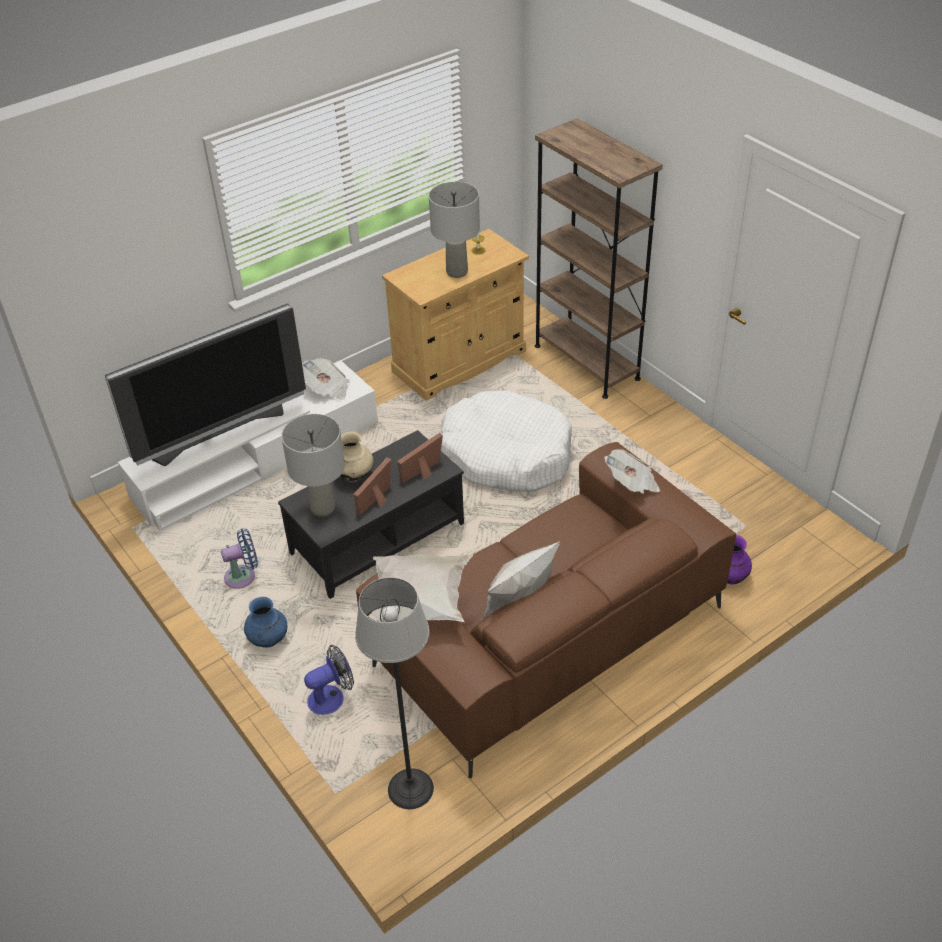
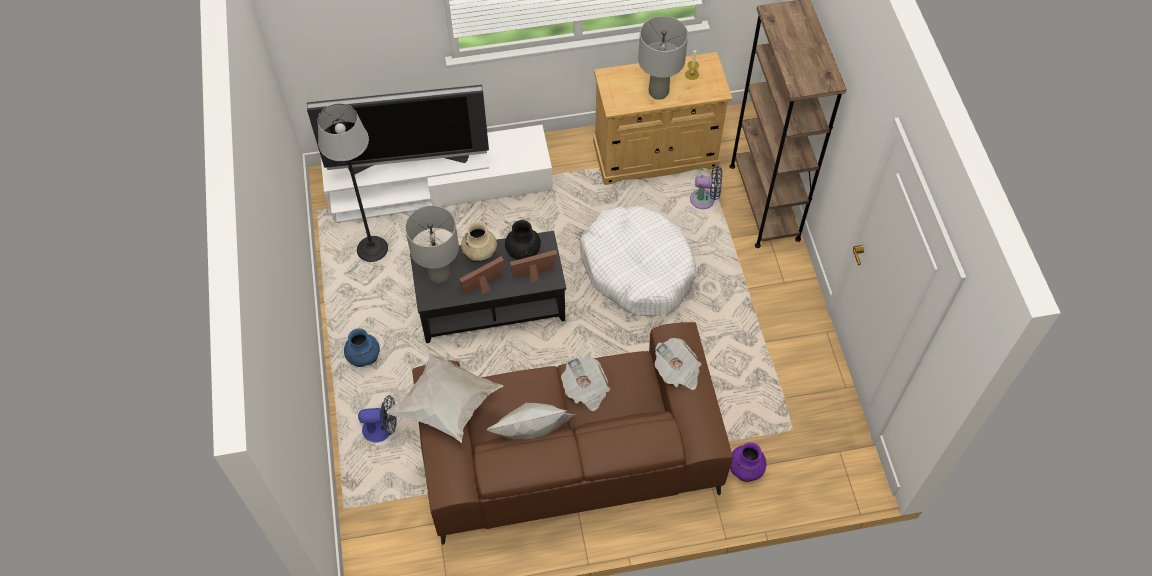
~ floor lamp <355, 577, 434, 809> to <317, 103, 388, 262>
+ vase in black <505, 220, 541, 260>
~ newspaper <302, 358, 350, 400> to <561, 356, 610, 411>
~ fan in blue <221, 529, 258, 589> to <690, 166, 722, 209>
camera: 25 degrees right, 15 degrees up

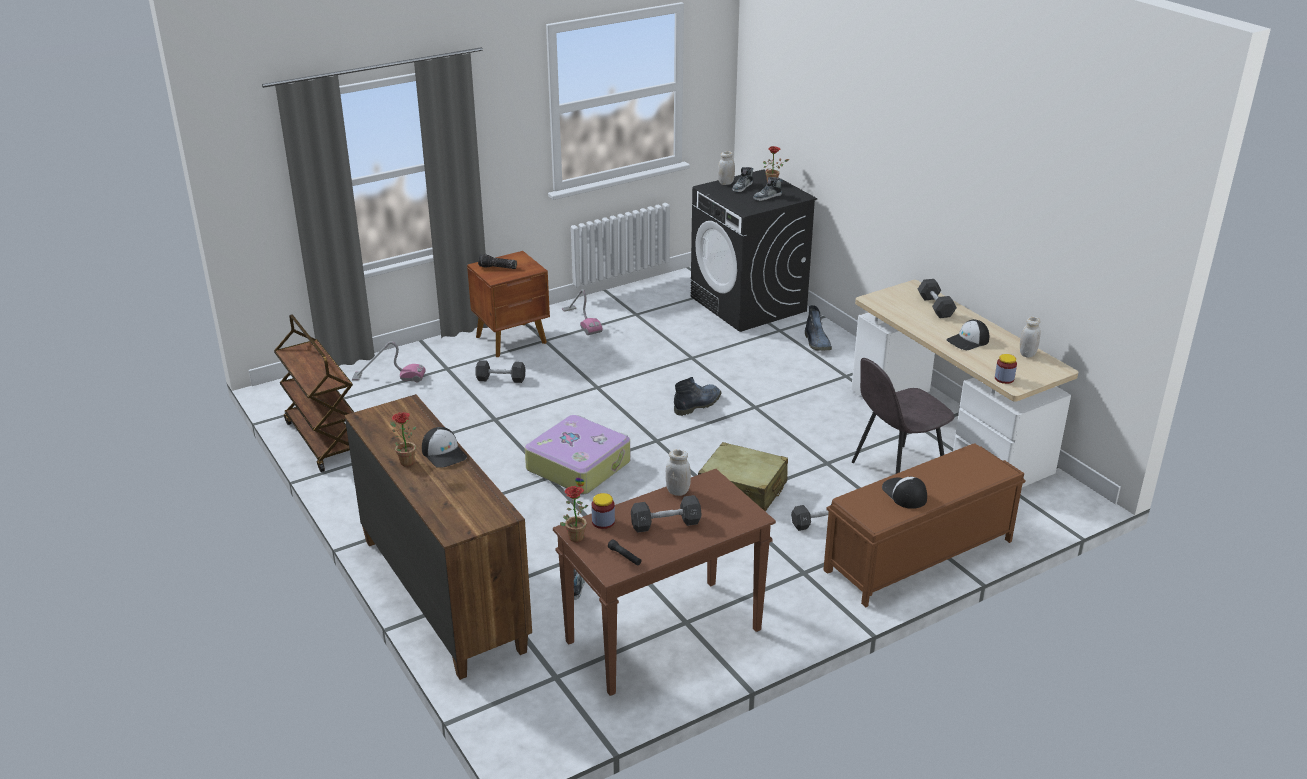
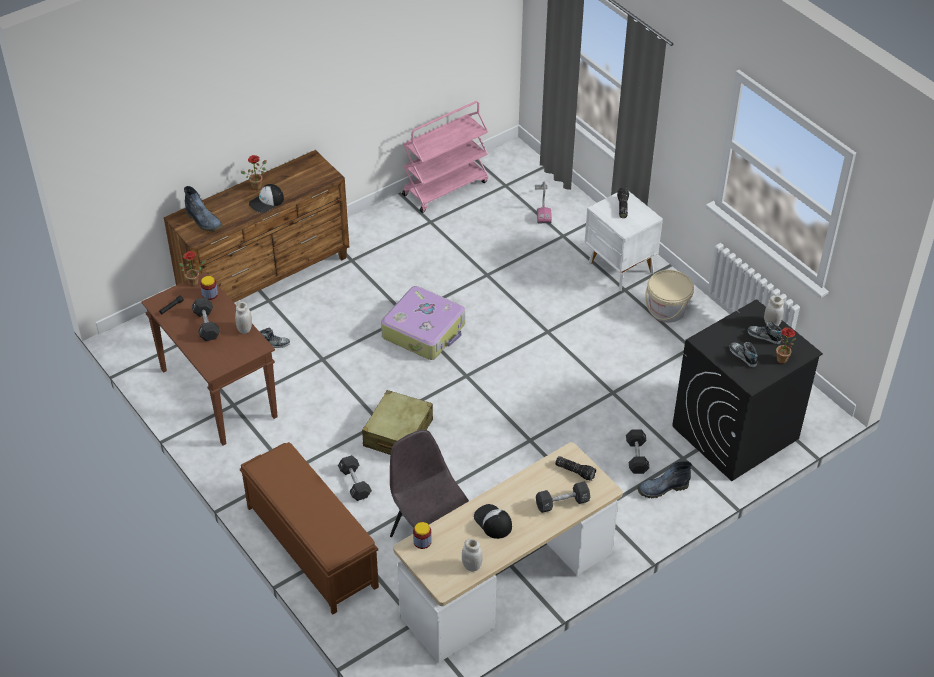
~ boot <674, 377, 722, 416> to <184, 186, 223, 232>
~ cart in brown <274, 314, 354, 472> to cart in pink <402, 101, 489, 213>
+ flashlight <555, 456, 596, 481>
~ nightstand in brown <467, 251, 550, 357> to nightstand in white <585, 191, 663, 291>
~ dumbbell in black <475, 360, 525, 383> to <626, 429, 650, 474>
~ vacuum cleaner <562, 289, 602, 335> to bucket in beige <645, 270, 694, 323>
- cap <882, 477, 927, 509>
camera: 85 degrees right, 15 degrees up

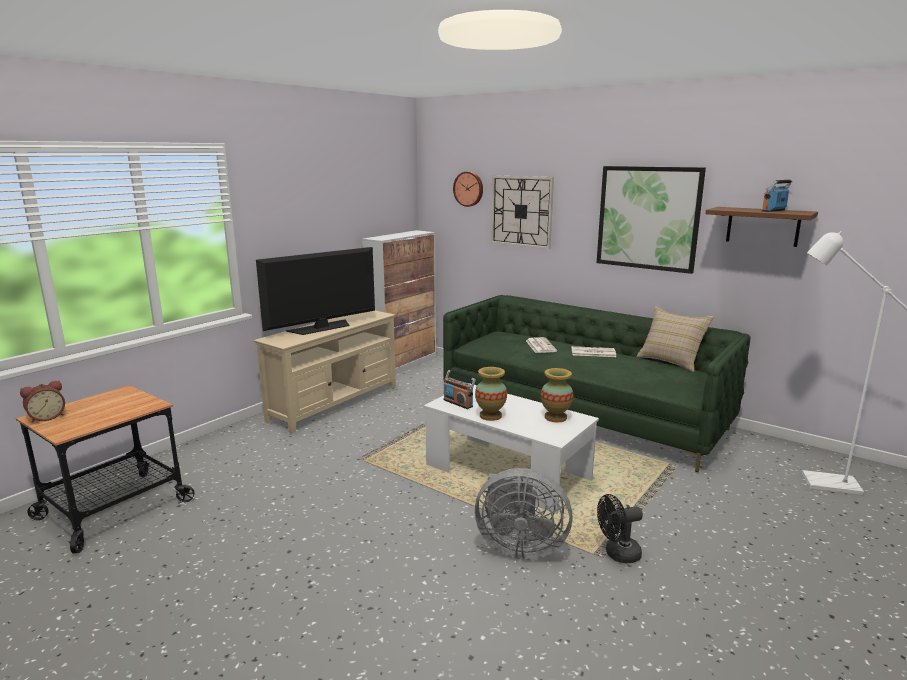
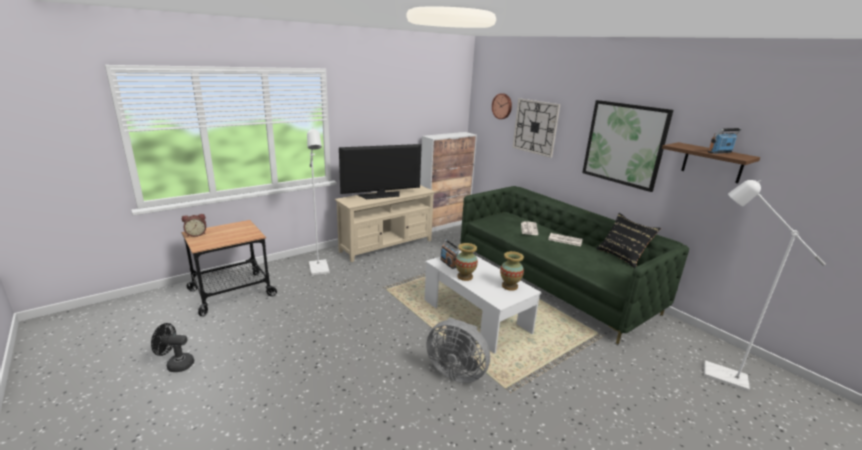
~ fan in black <597, 494, 643, 563> to <151, 323, 194, 372>
+ floor lamp in white <307, 127, 330, 275>
~ pillow in beige <636, 306, 714, 372> to pillow in black <596, 213, 661, 268>
camera: 15 degrees right, 5 degrees up

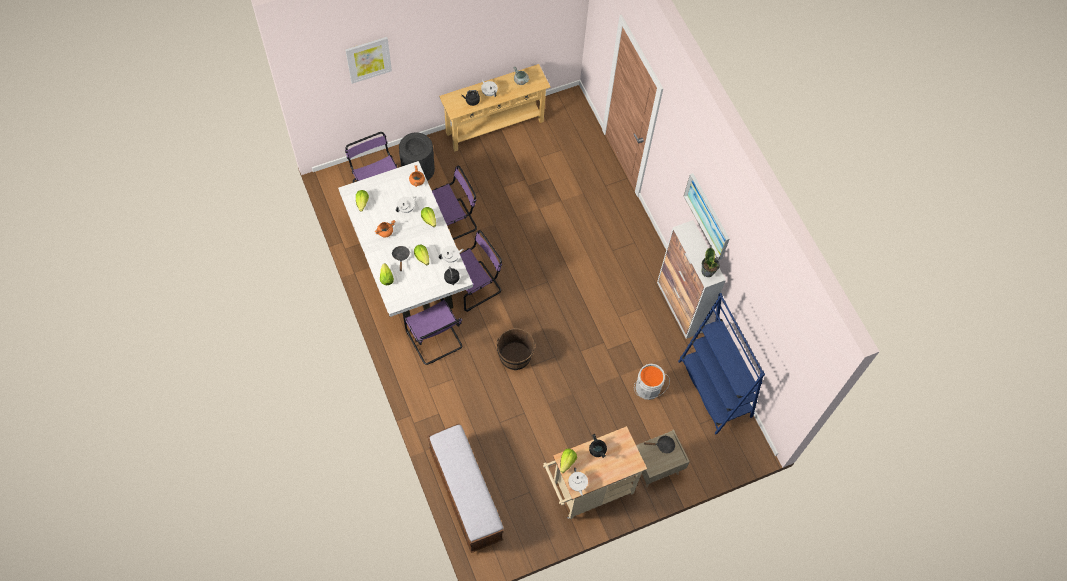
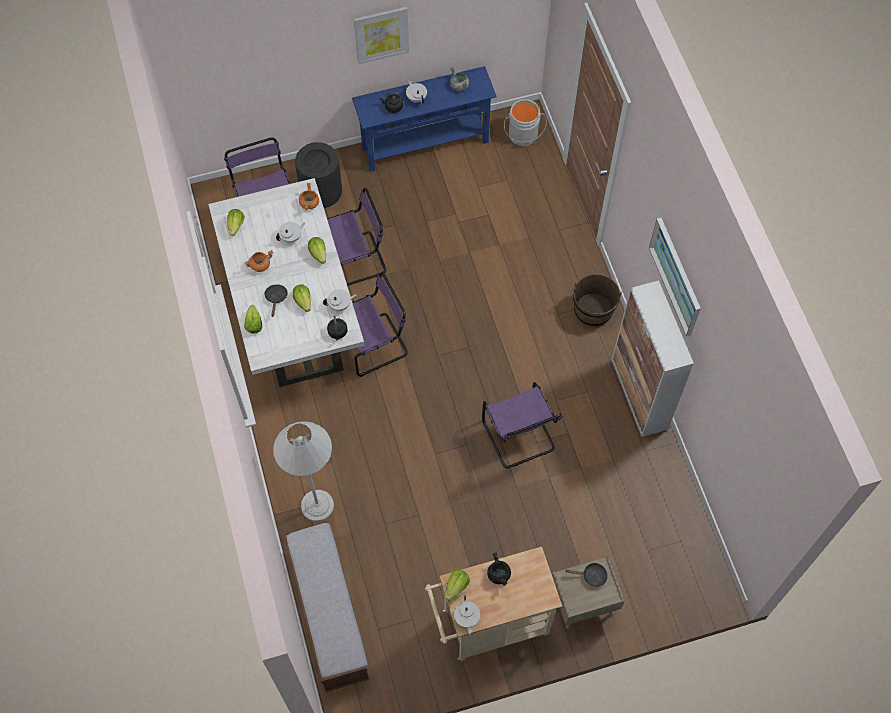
+ floor lamp in white <273, 421, 334, 521>
~ console table in beige <439, 64, 551, 151> to console table in blue <352, 66, 497, 172>
~ picture <345, 37, 392, 84> to <354, 7, 409, 64>
~ chair in purple <403, 298, 462, 365> to <482, 382, 563, 469>
~ bucket in grey <634, 364, 670, 400> to <504, 99, 547, 146>
~ bucket in brown <497, 328, 535, 370> to <573, 274, 622, 327>
- bookcase in blue <678, 293, 765, 434>
- potted plant <702, 247, 720, 277>
camera: 10 degrees right, 0 degrees up

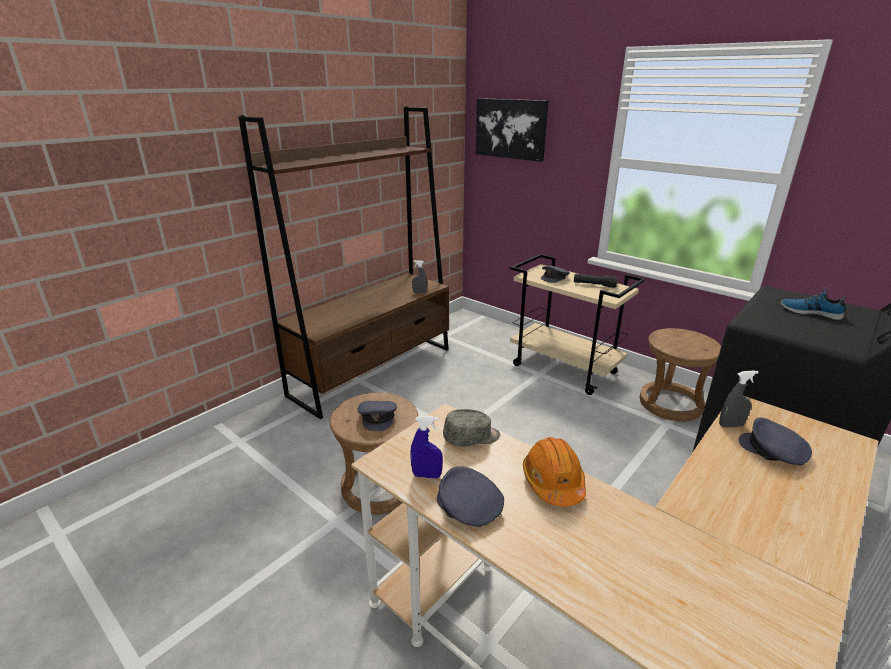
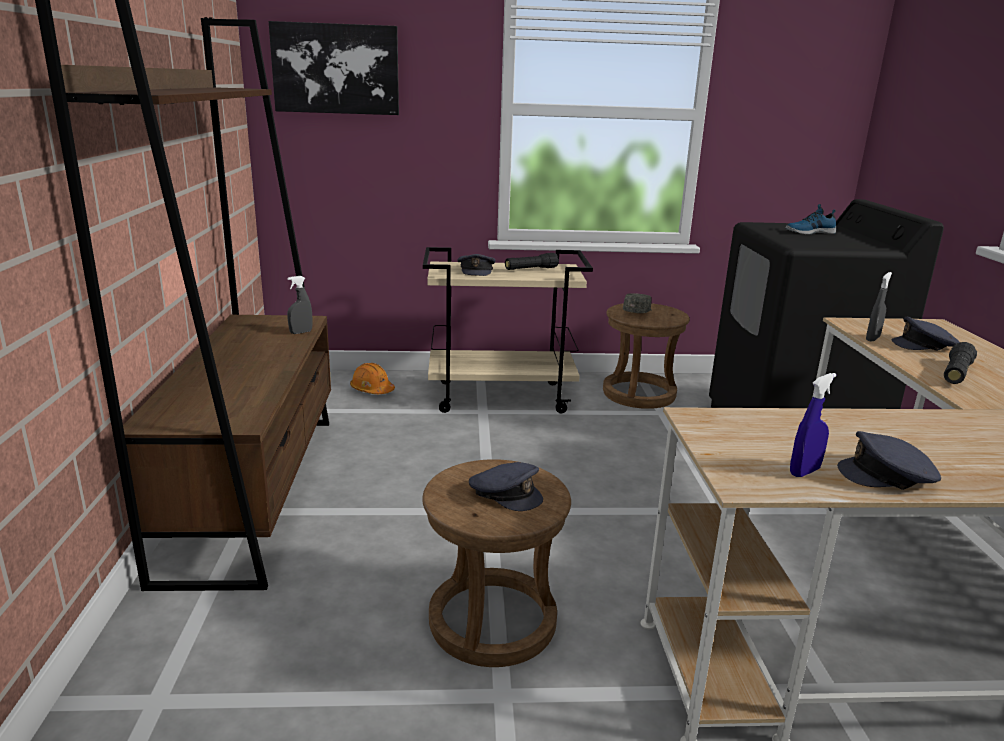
~ hard hat in orange <523, 437, 586, 507> to <350, 363, 395, 394>
~ cap in grey <443, 409, 500, 447> to <623, 293, 652, 313>
+ flashlight in black <944, 342, 977, 384>
camera: 45 degrees left, 5 degrees down

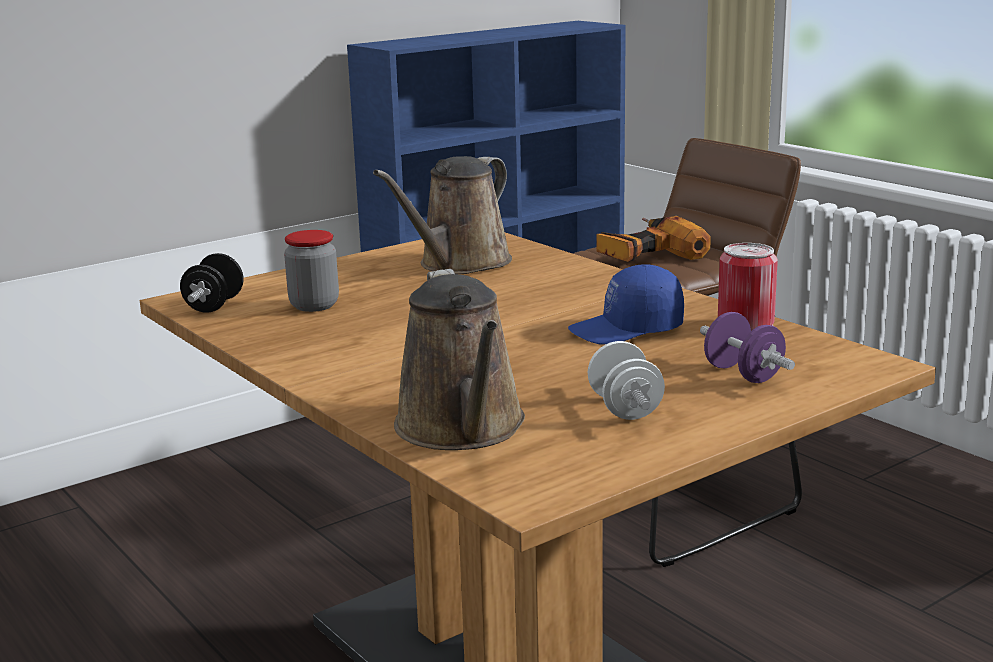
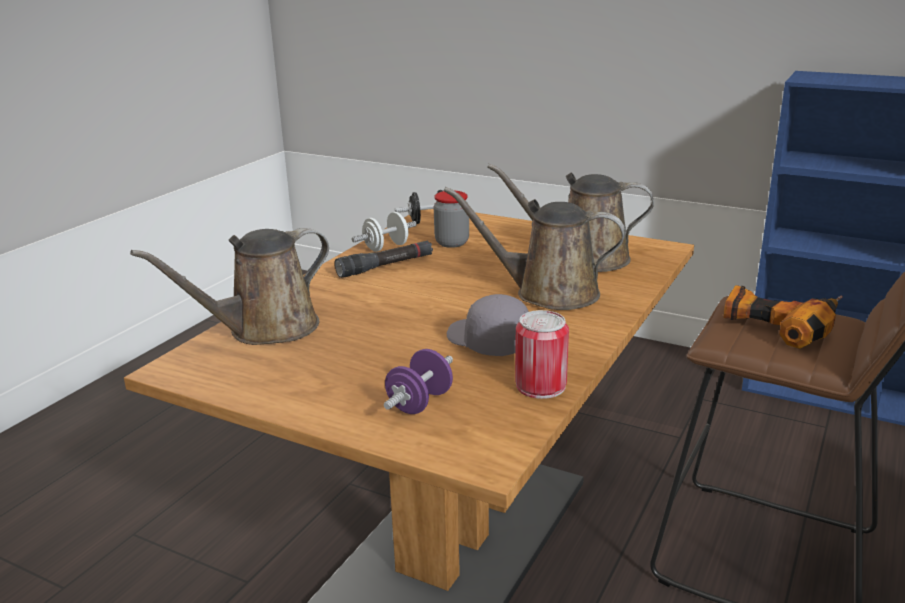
+ flashlight in black <335, 240, 433, 278>
~ dumbbell in white <588, 341, 665, 420> to <352, 212, 417, 252>
+ watering can in brown <444, 187, 625, 310>
~ cap in blue <568, 264, 684, 345> to cap in grey <447, 294, 529, 356>
camera: 65 degrees right, 5 degrees up

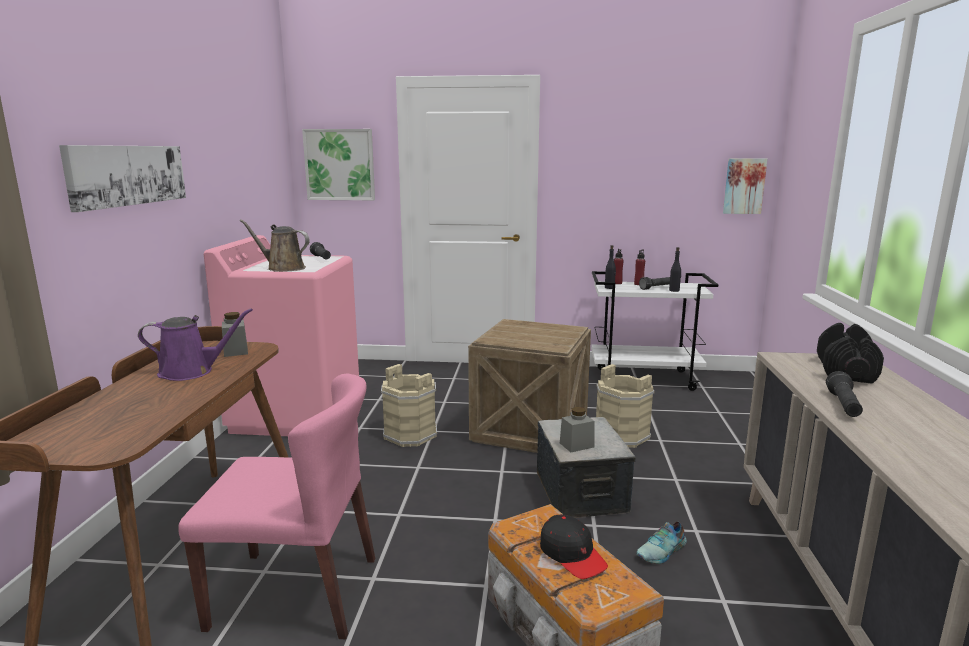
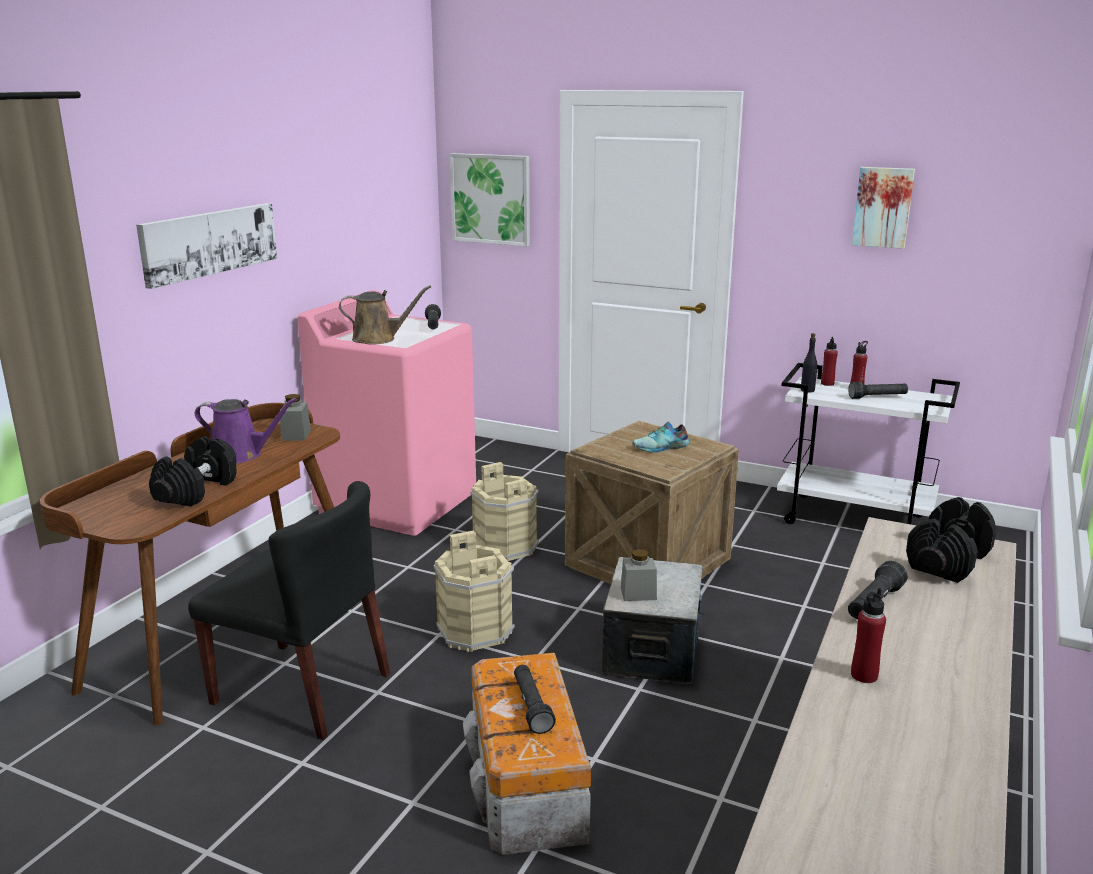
+ dumbbell in black <149, 436, 237, 507>
~ chair in pink <178, 373, 375, 639> to chair in black <188, 481, 390, 740>
~ watering can in brown <240, 220, 310, 272> = <339, 285, 431, 344> 135 degrees clockwise
~ bucket in beige <596, 364, 655, 448> to <434, 530, 515, 652>
~ cap in black <540, 514, 608, 579> to flashlight in black <514, 665, 556, 734>
~ shoe <637, 522, 687, 564> to <632, 421, 689, 453>
+ bottle in red <851, 588, 886, 683>
~ picture <723, 158, 767, 214> to <852, 167, 915, 249>
- bottle in black <669, 247, 681, 292>
camera: 20 degrees right, 5 degrees up

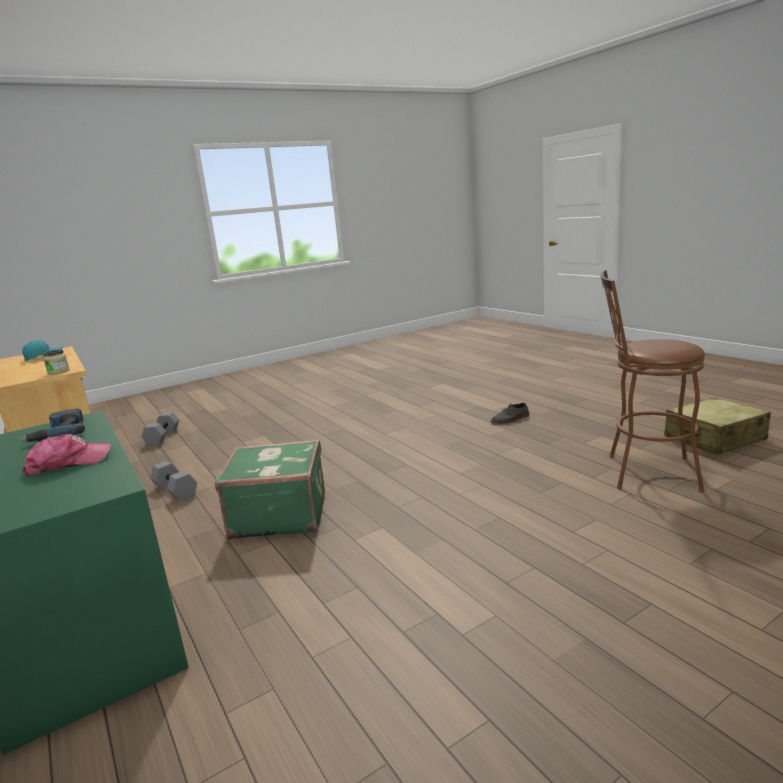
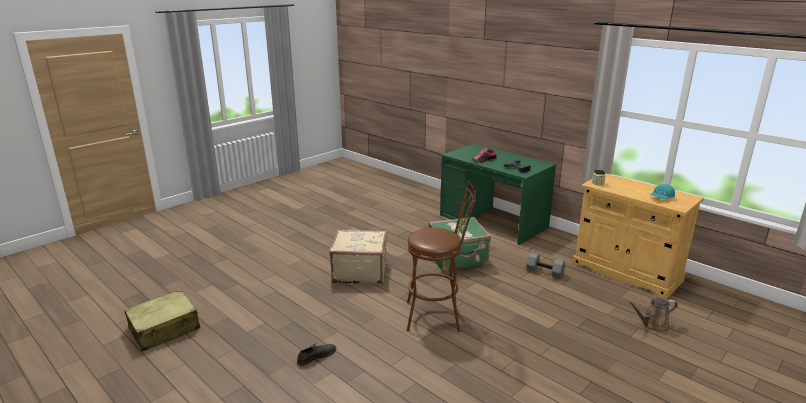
+ suitcase in beige <329, 230, 387, 284>
~ stool in brown <601, 270, 705, 492> to <406, 181, 477, 332>
~ dumbbell in grey <141, 412, 179, 446> to watering can in brown <627, 298, 678, 332>
camera: 165 degrees right, 5 degrees up

